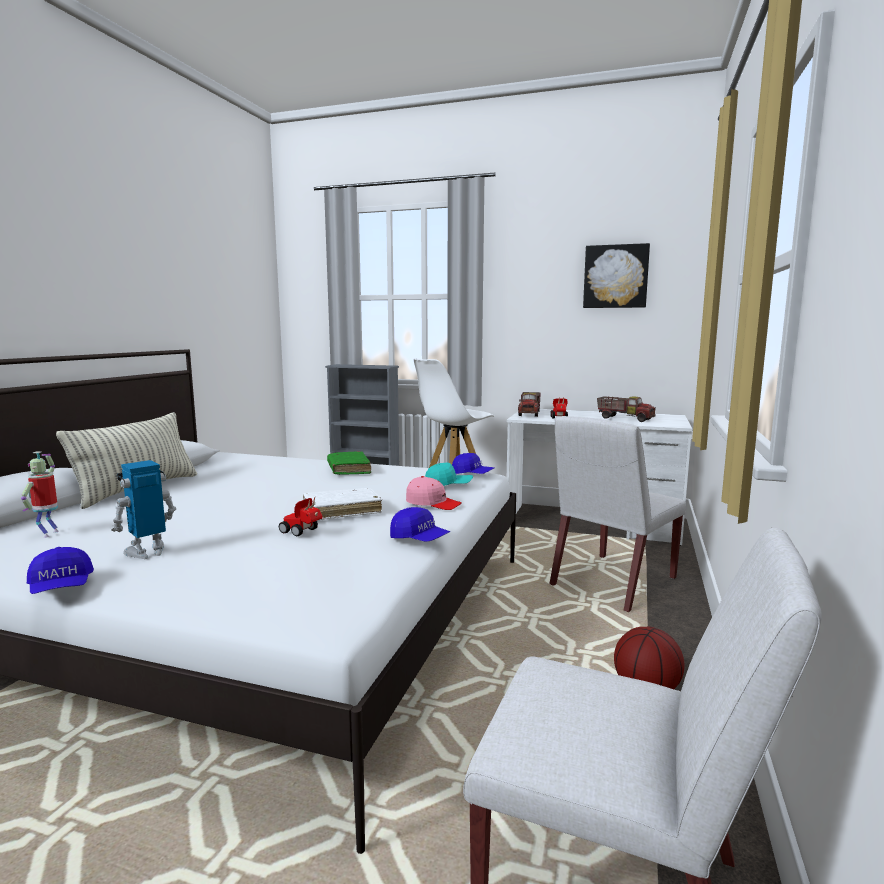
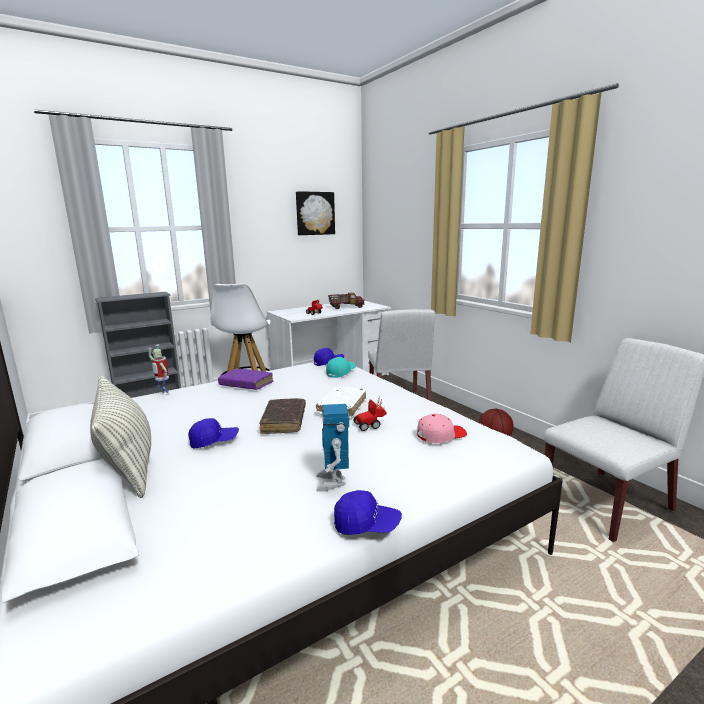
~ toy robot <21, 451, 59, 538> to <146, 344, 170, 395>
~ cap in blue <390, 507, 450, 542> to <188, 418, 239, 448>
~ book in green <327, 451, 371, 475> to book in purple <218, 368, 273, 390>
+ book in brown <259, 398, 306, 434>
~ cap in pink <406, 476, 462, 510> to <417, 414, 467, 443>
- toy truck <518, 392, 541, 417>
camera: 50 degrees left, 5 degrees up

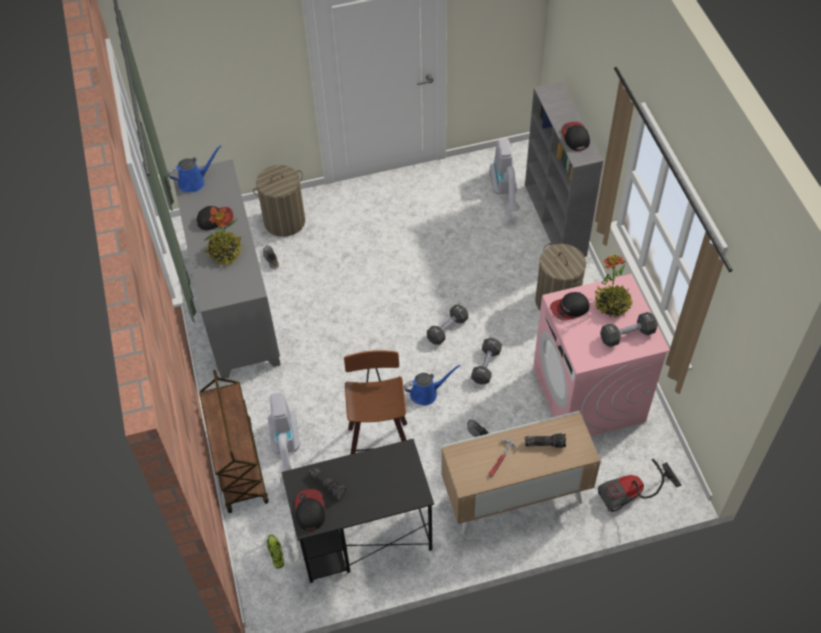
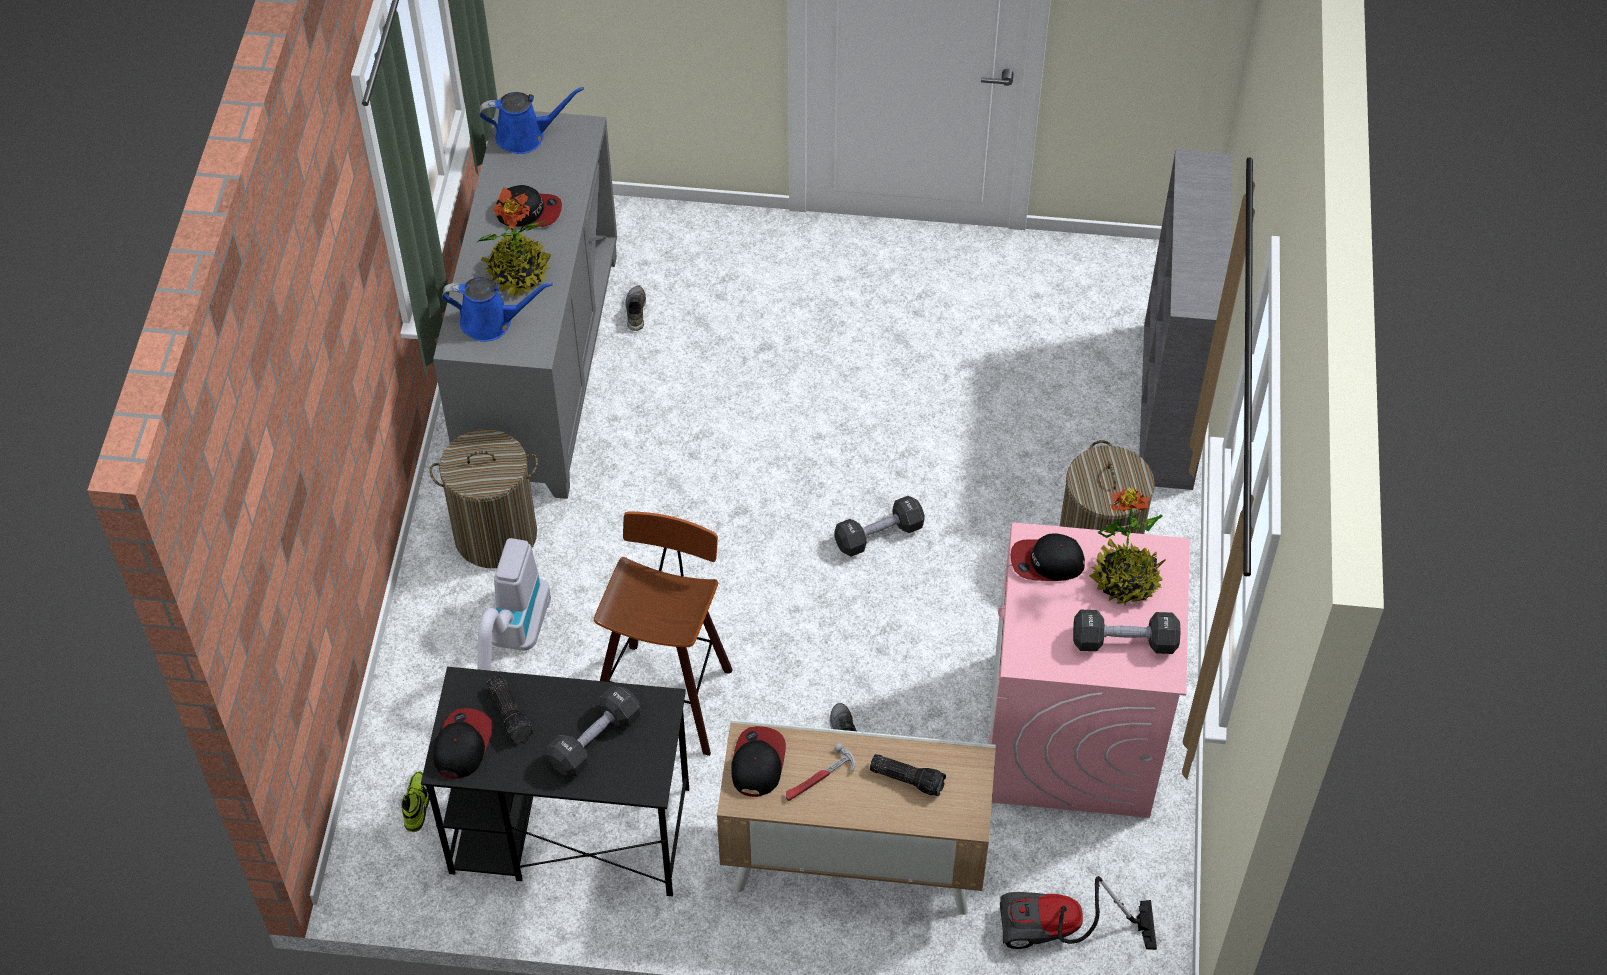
~ laundry basket <253, 165, 305, 237> to <429, 429, 538, 568>
~ watering can in blue <403, 365, 460, 405> to <442, 277, 553, 342>
~ dumbbell in black <471, 338, 502, 385> to <547, 686, 640, 776>
~ cap <562, 122, 590, 151> to <731, 726, 786, 797>
- cart in brown <199, 370, 269, 513>
- vacuum cleaner <489, 139, 520, 211>
camera: 20 degrees right, 0 degrees up

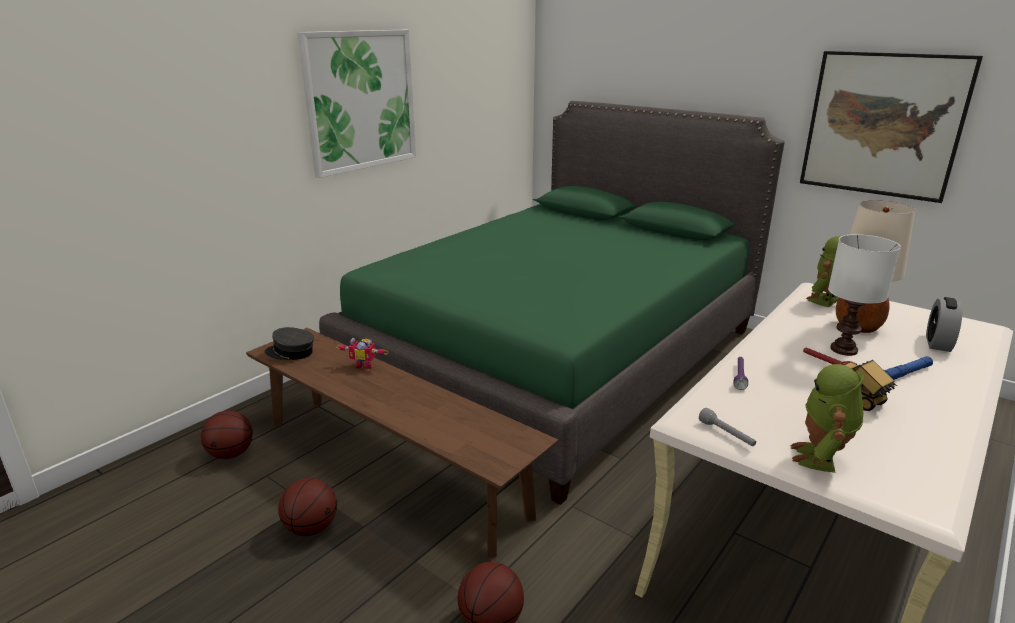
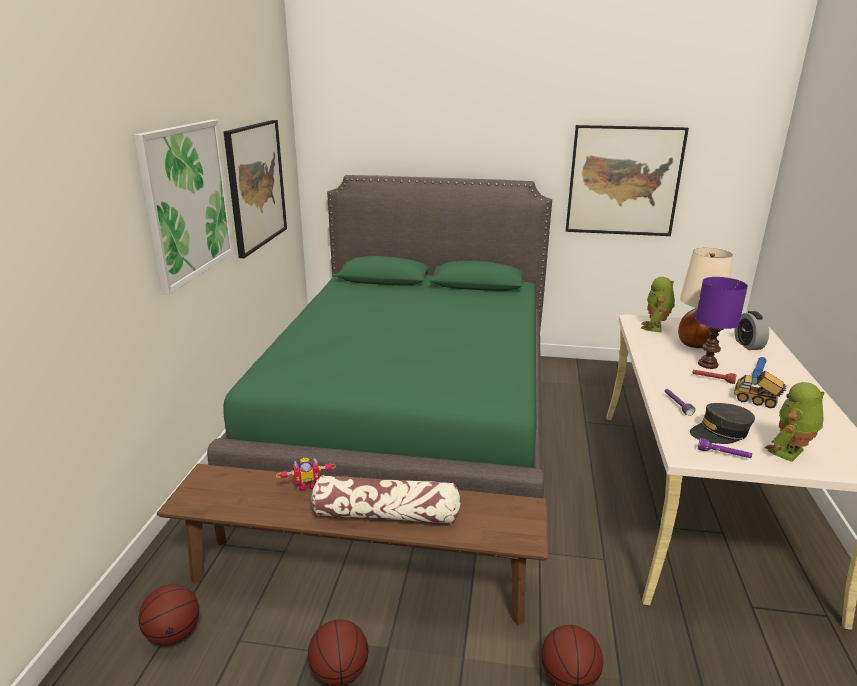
+ picture <224, 120, 287, 258>
+ pillow <311, 475, 461, 524>
~ cap in grey <265, 327, 314, 360> to <690, 403, 755, 444>
~ table lamp in white <828, 234, 901, 356> to table lamp in purple <696, 277, 748, 369>
~ flashlight in grey <699, 408, 756, 446> to flashlight in purple <698, 438, 752, 458>
~ toy robot <790, 364, 864, 473> = <765, 382, 825, 462> 60 degrees clockwise
camera: 30 degrees left, 0 degrees up

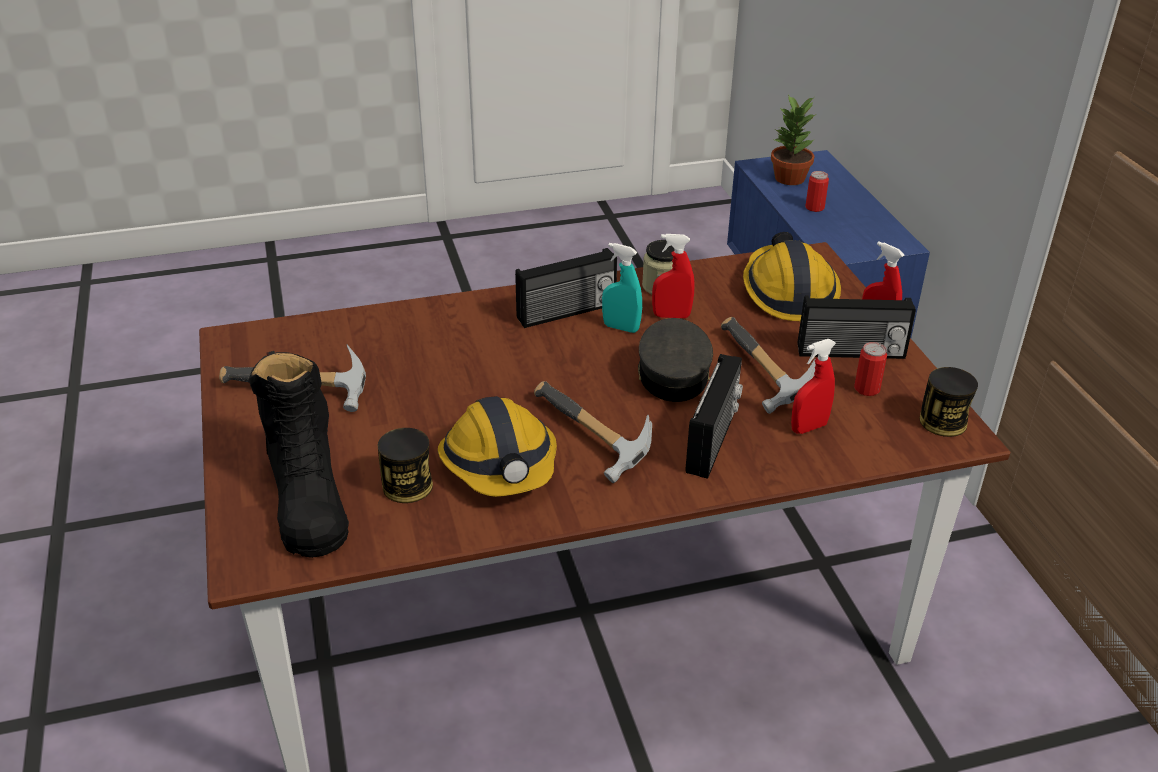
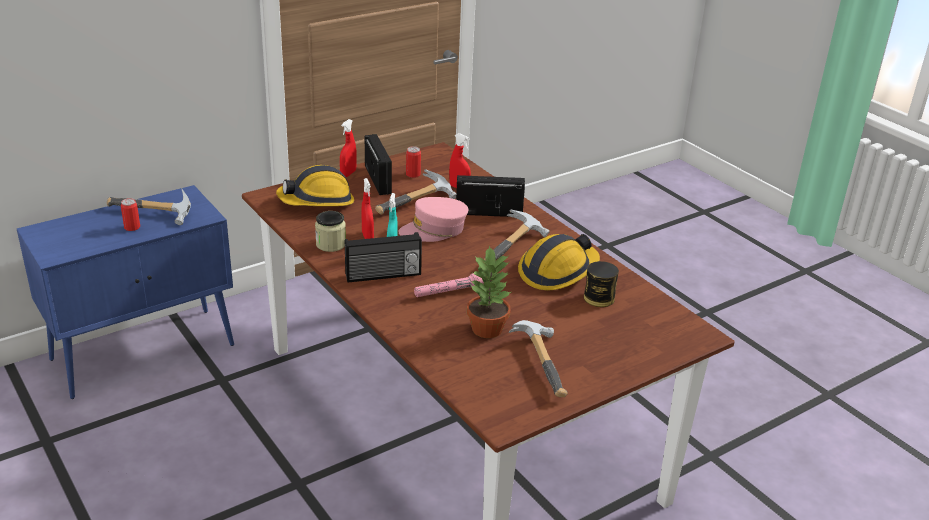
+ hammer <107, 188, 191, 225>
~ radio <515, 248, 617, 328> = <345, 232, 422, 283> 120 degrees clockwise
~ cap in grey <638, 318, 713, 402> to cap in pink <398, 197, 468, 242>
+ flashlight in pink <414, 273, 484, 297>
~ potted plant <771, 95, 815, 185> to <467, 245, 511, 338>
- boot in black <249, 351, 349, 558>
- can <919, 367, 978, 437>
camera: 110 degrees left, 5 degrees down

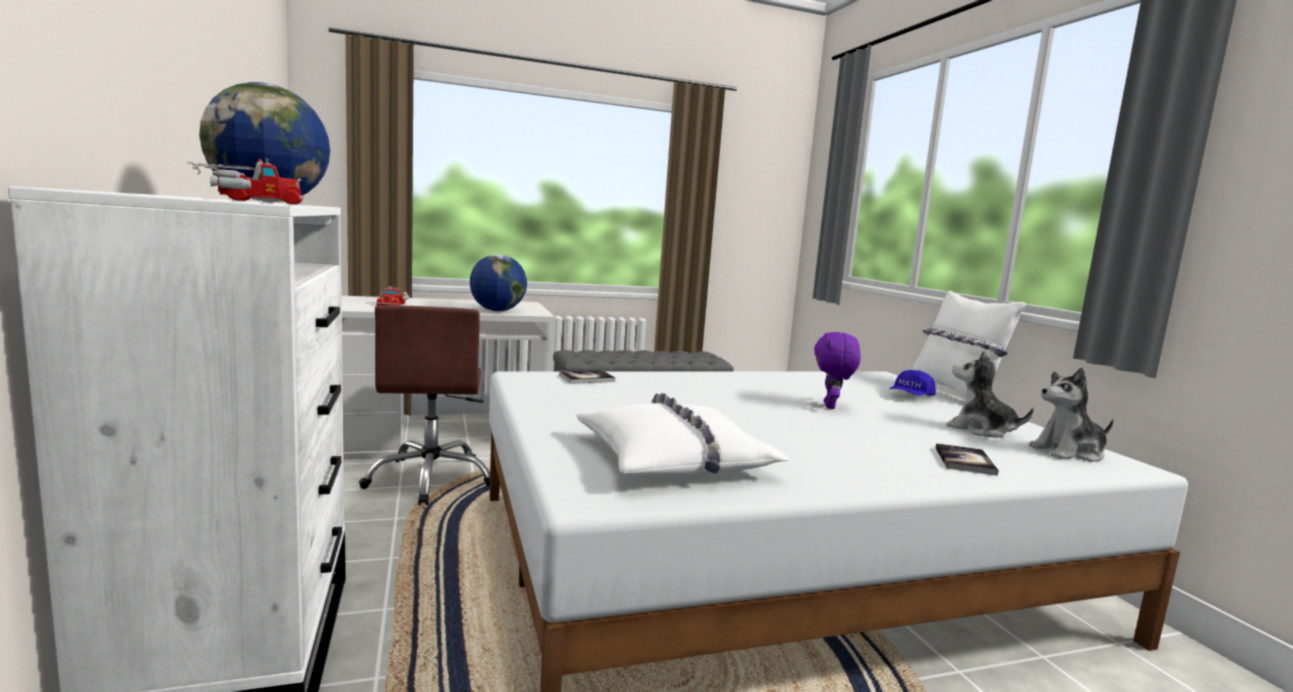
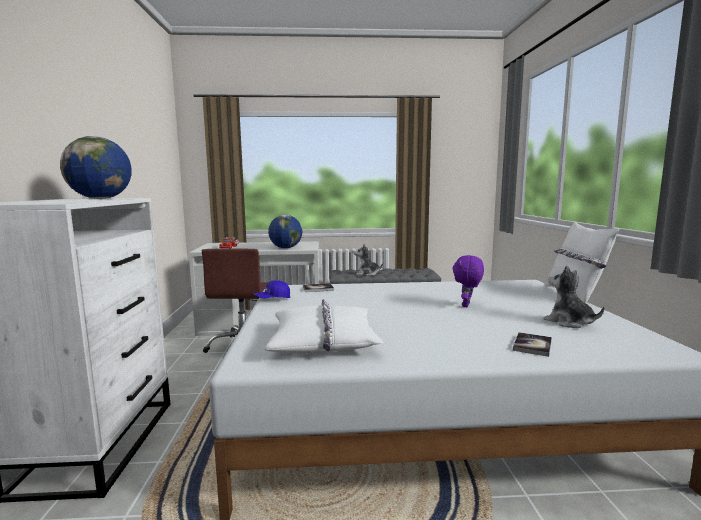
~ cap in blue <889, 370, 935, 396> to <253, 281, 290, 299>
~ plush toy <1029, 368, 1114, 462> to <354, 244, 384, 276>
- toy truck <187, 158, 304, 204>
camera: 15 degrees right, 0 degrees up

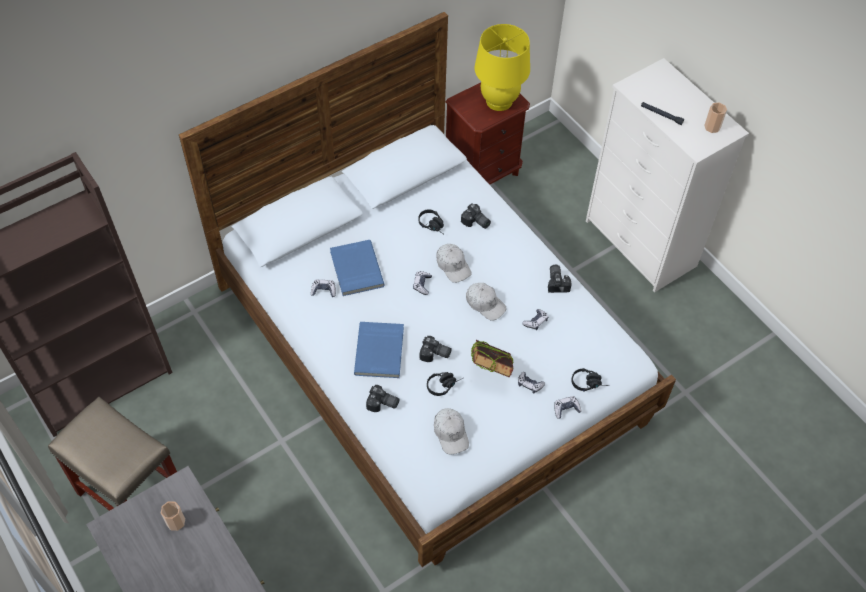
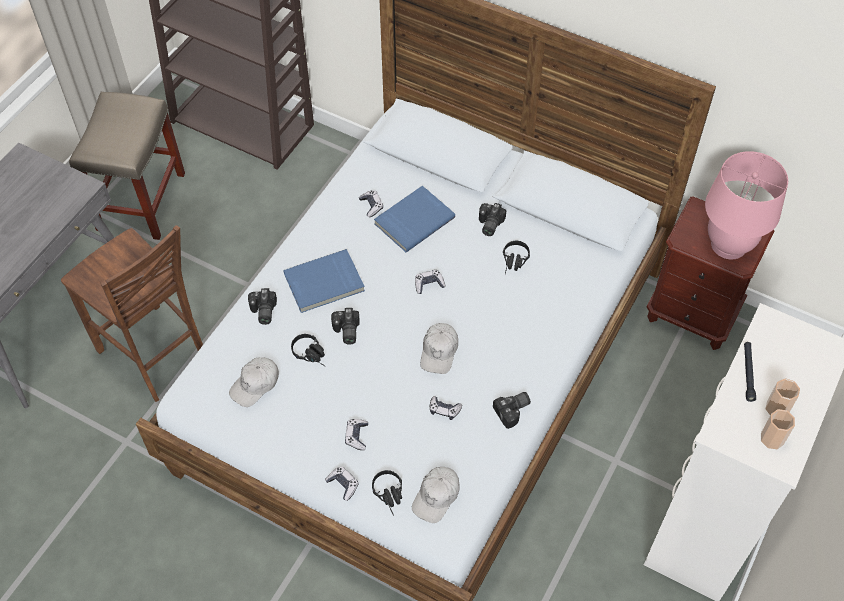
+ chair in brown <61, 225, 203, 402>
~ cap in white <436, 244, 472, 283> to <412, 467, 460, 523>
~ photo camera <461, 204, 491, 229> to <479, 203, 506, 236>
~ table lamp in yellow <474, 24, 530, 111> to table lamp in pink <705, 151, 788, 259>
~ cup <161, 501, 185, 531> to <765, 378, 800, 415>
- book <471, 340, 513, 377>
camera: 65 degrees right, 0 degrees up

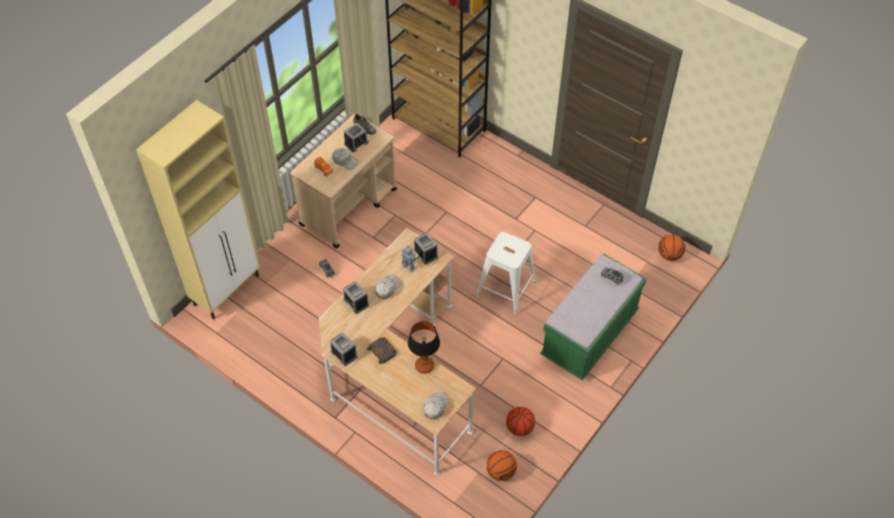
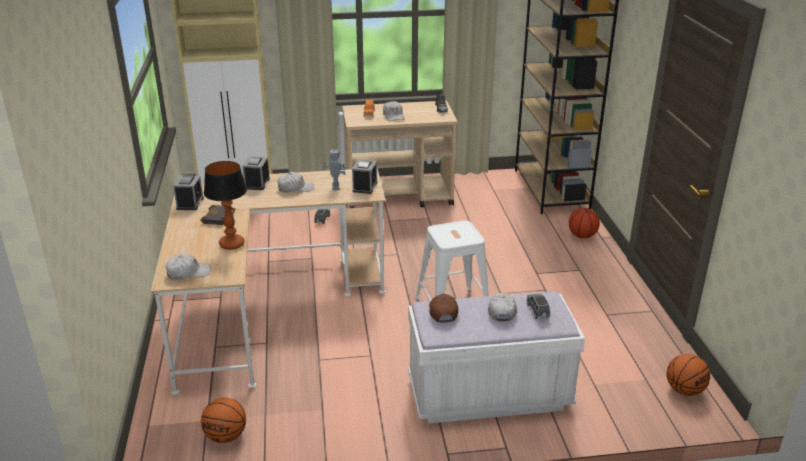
~ bench in green <540, 254, 647, 380> to bench in white <408, 292, 585, 424>
+ cap in brown <429, 294, 458, 323>
+ cap in white <488, 293, 517, 321>
~ basketball <506, 407, 535, 436> to <569, 208, 600, 238>
- alarm clock <344, 123, 368, 152>
camera: 45 degrees right, 25 degrees down

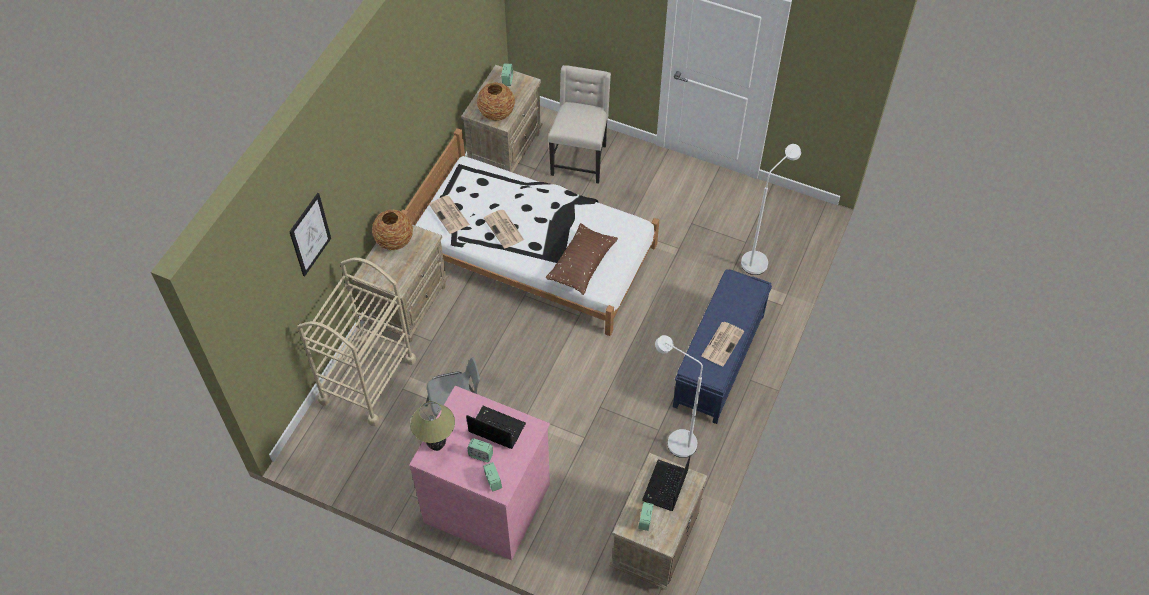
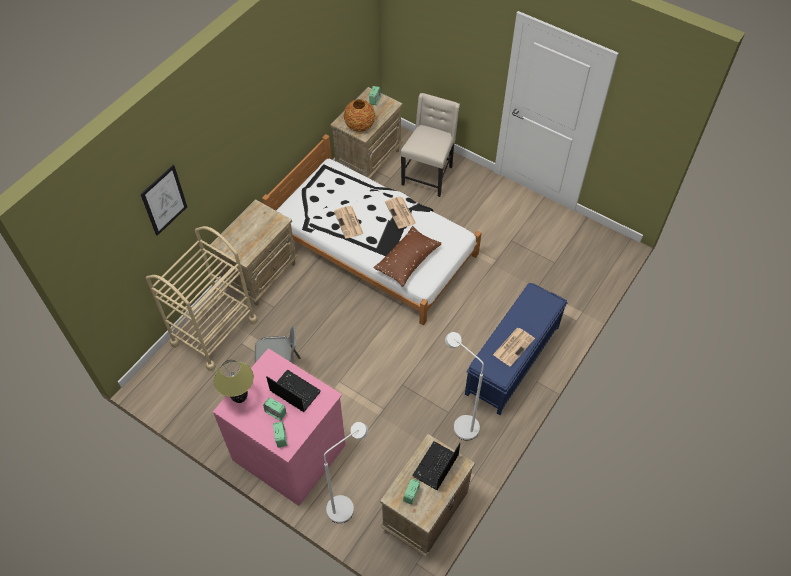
~ floor lamp in white <741, 144, 801, 275> to <324, 422, 368, 523>
~ newspaper <429, 196, 470, 234> to <385, 197, 416, 229>
- vase <372, 210, 413, 250>
camera: 10 degrees right, 0 degrees up

